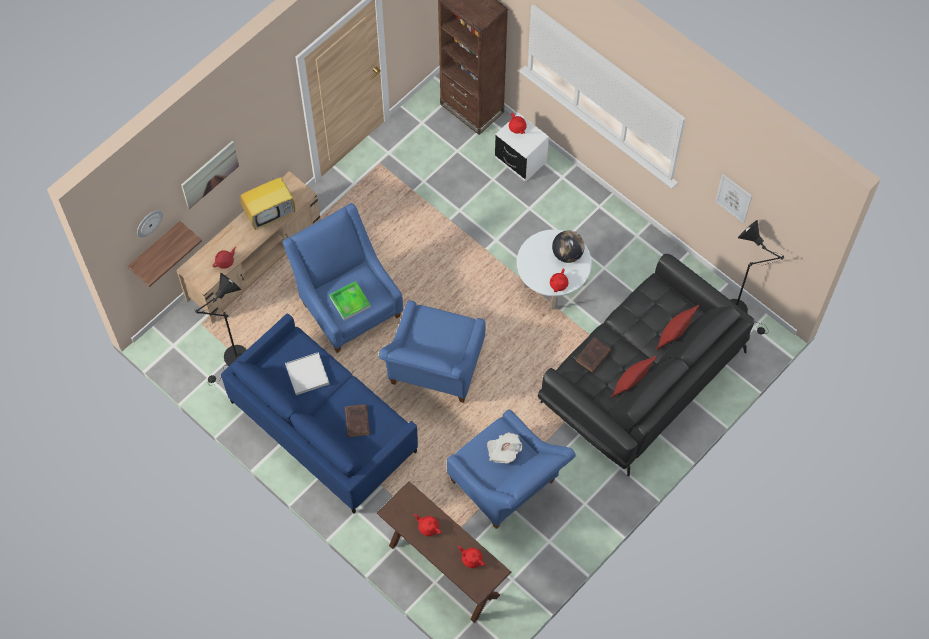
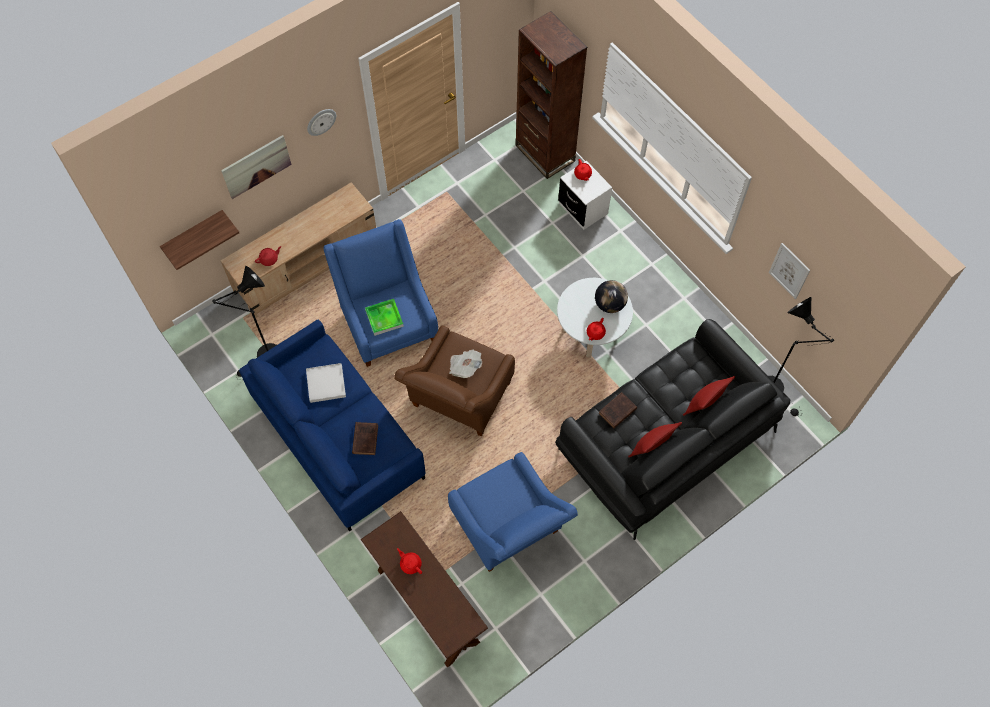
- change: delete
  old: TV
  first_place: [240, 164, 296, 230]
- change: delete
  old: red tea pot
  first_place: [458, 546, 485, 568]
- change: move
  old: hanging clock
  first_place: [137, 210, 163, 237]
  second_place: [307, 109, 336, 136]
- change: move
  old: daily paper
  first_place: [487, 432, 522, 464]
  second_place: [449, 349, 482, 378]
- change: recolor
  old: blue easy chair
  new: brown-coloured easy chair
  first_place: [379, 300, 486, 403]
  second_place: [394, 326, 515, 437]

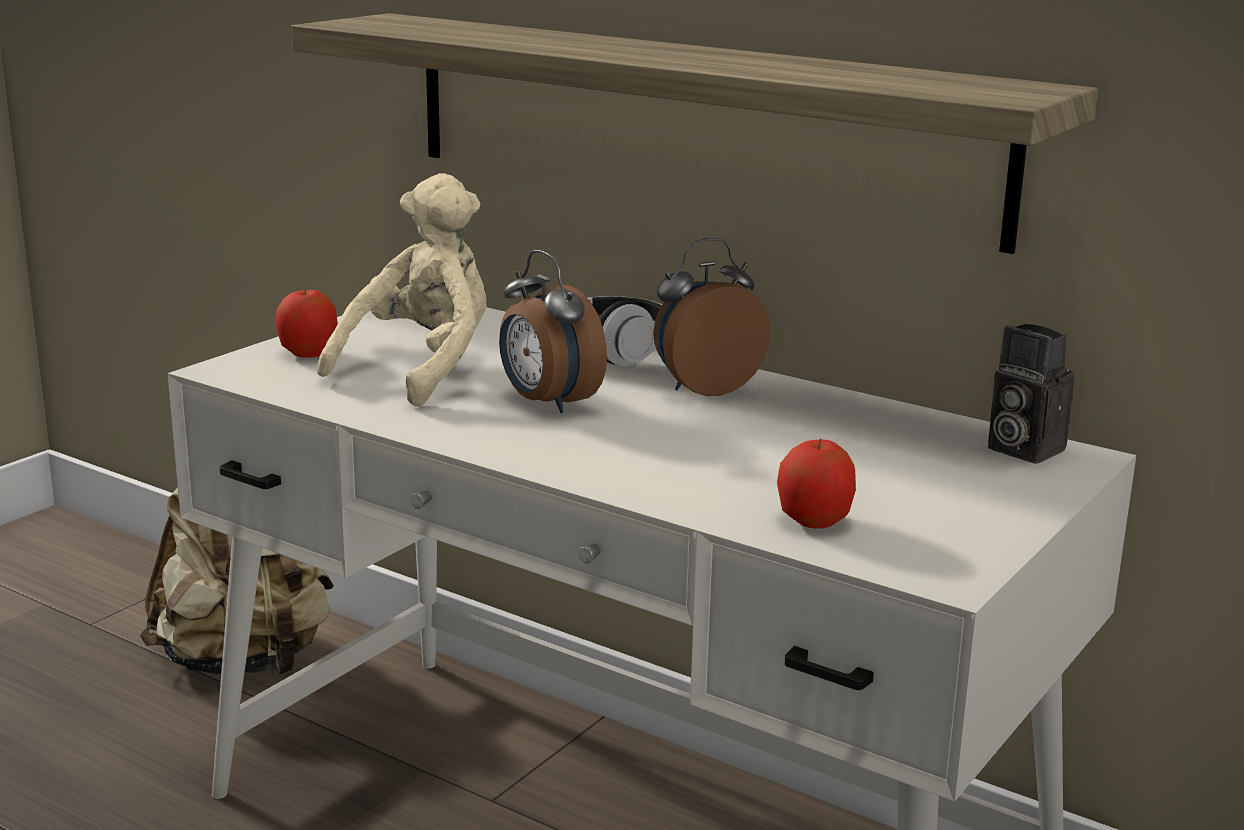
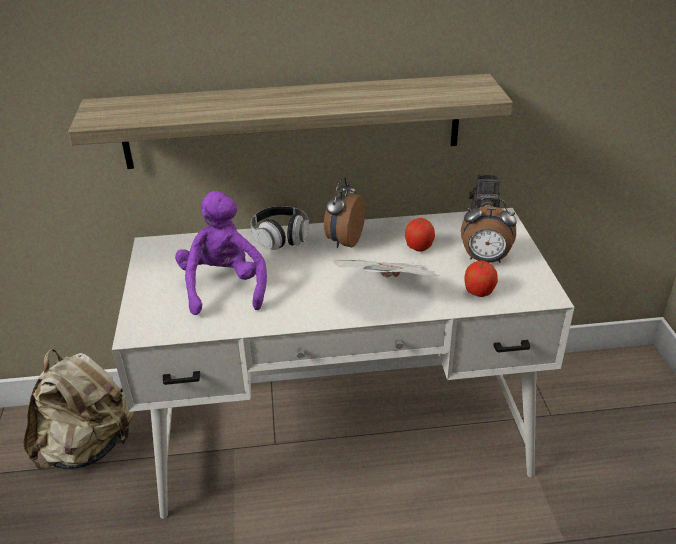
- change: insert
  new: daily paper
  second_place: [333, 260, 440, 278]
- change: move
  old: whole apple
  first_place: [276, 287, 338, 358]
  second_place: [405, 218, 435, 252]
- change: move
  old: table clock
  first_place: [499, 250, 607, 413]
  second_place: [461, 197, 517, 263]
- change: recolor
  old: beige-coloured cuddly toy
  new: purplish cuddly toy
  first_place: [317, 173, 487, 407]
  second_place: [175, 191, 267, 315]

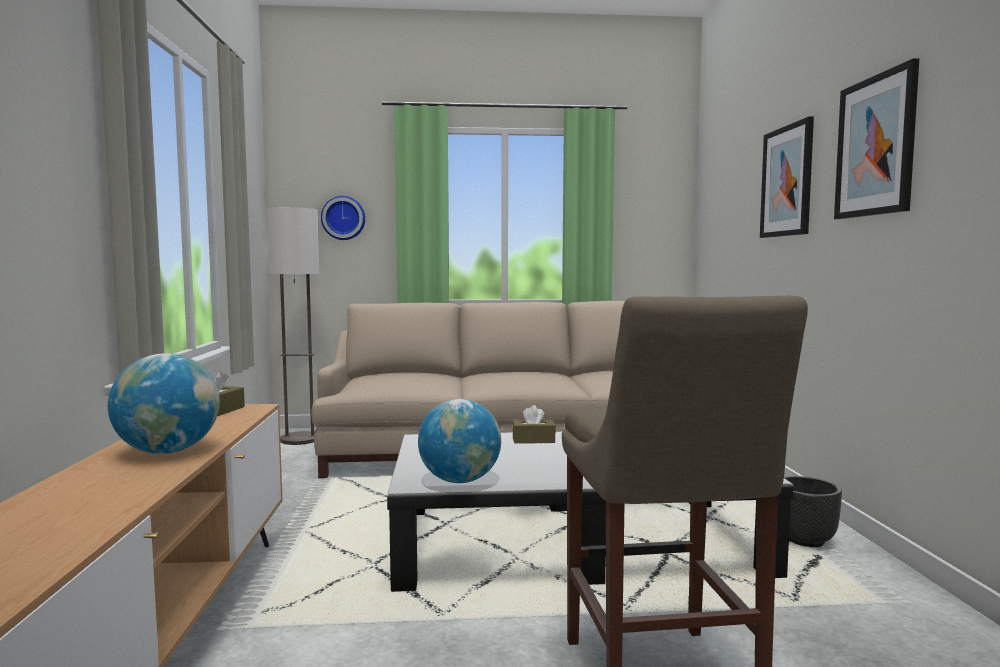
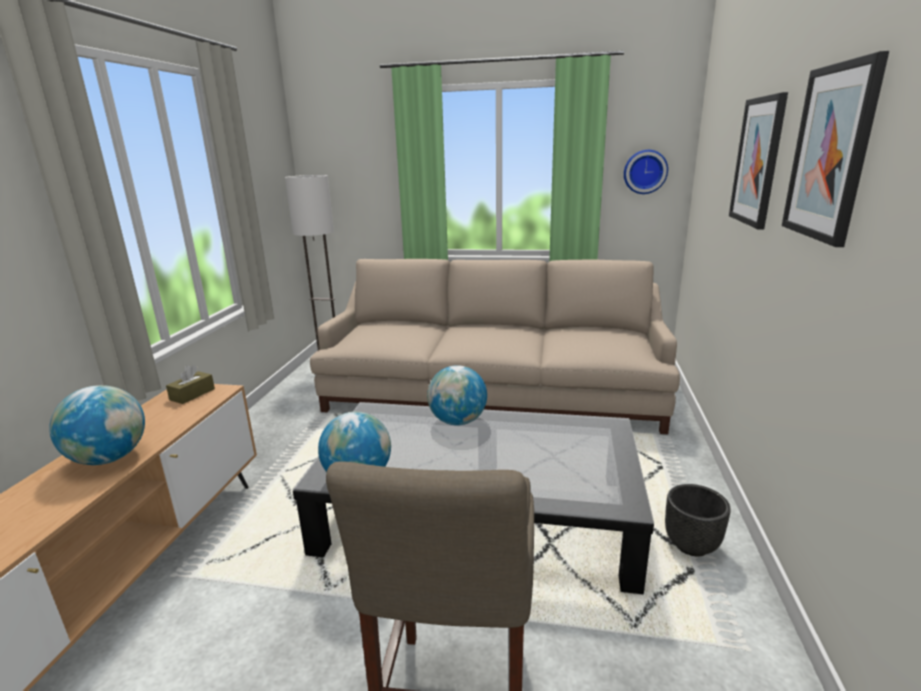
- change: move
  old: hanging clock
  first_place: [321, 196, 365, 240]
  second_place: [624, 150, 668, 194]
- change: replace
  old: brown-coloured box of tissues
  new: world globe
  first_place: [512, 405, 556, 443]
  second_place: [427, 365, 487, 426]

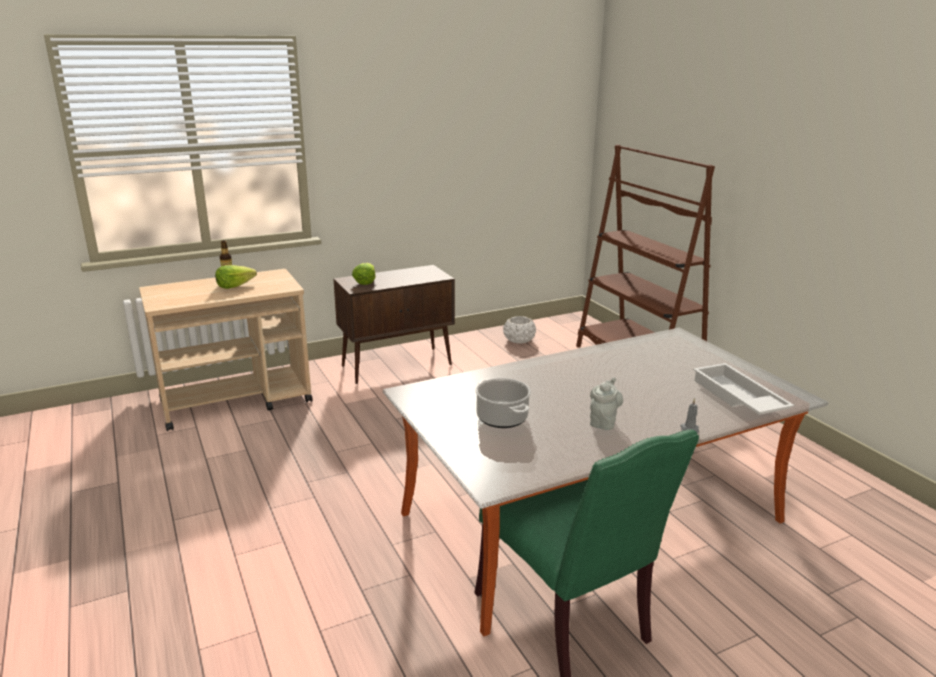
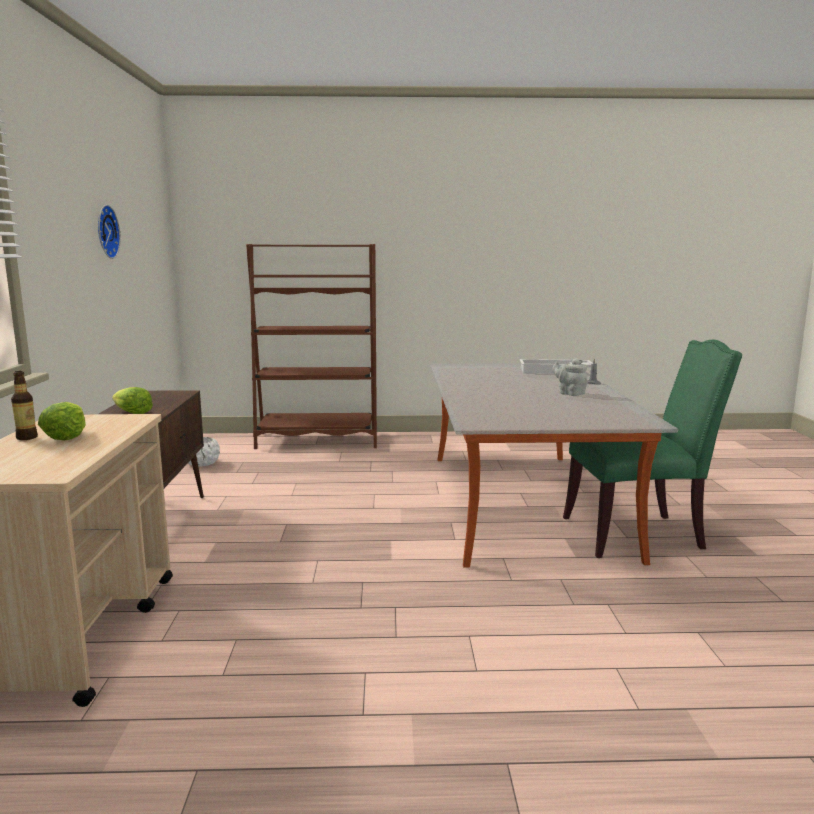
- change: delete
  old: stockpot
  first_place: [475, 378, 531, 428]
- change: insert
  new: hanging clock
  second_place: [98, 205, 121, 259]

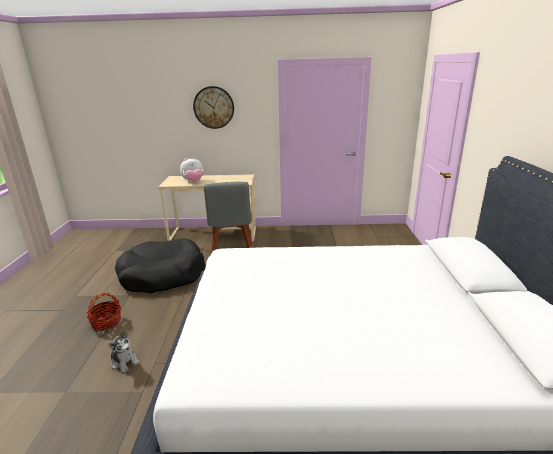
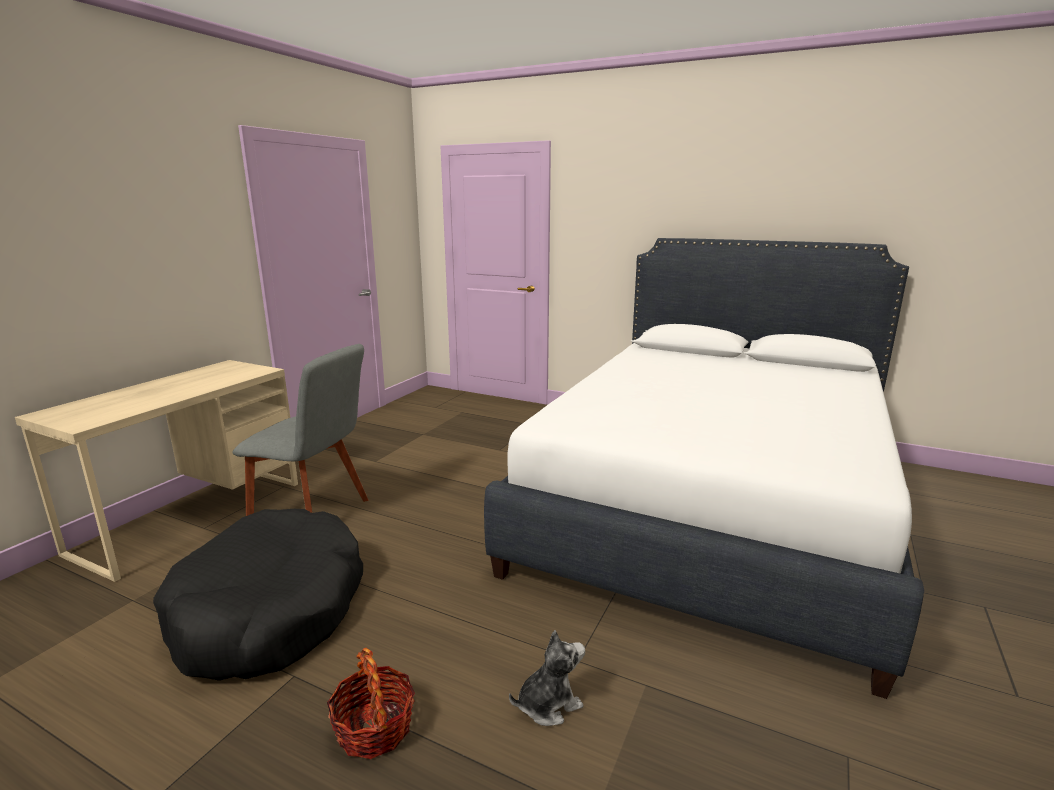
- change: delete
  old: cuddly toy
  first_place: [180, 157, 203, 182]
- change: delete
  old: hanging clock
  first_place: [193, 86, 234, 129]

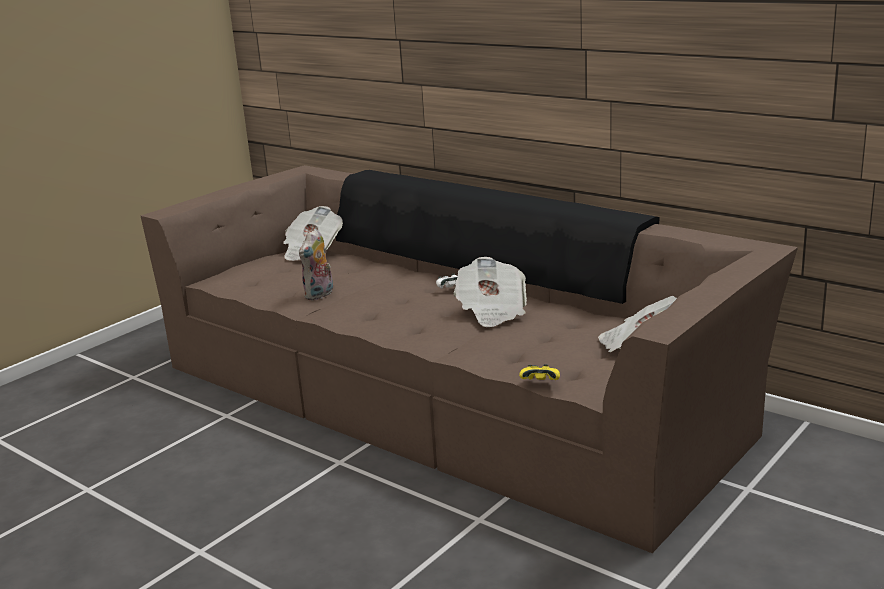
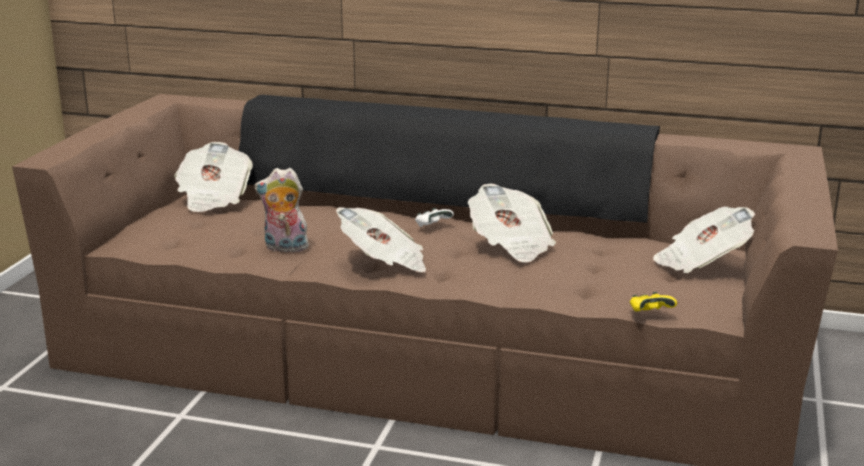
- change: insert
  new: daily paper
  second_place: [336, 207, 426, 272]
- change: rotate
  old: cuddly toy
  first_place: [299, 229, 333, 301]
  second_place: [254, 168, 311, 252]
  degrees: 90

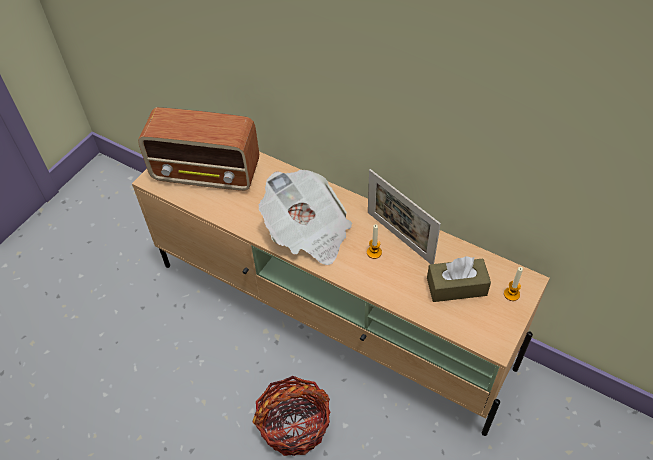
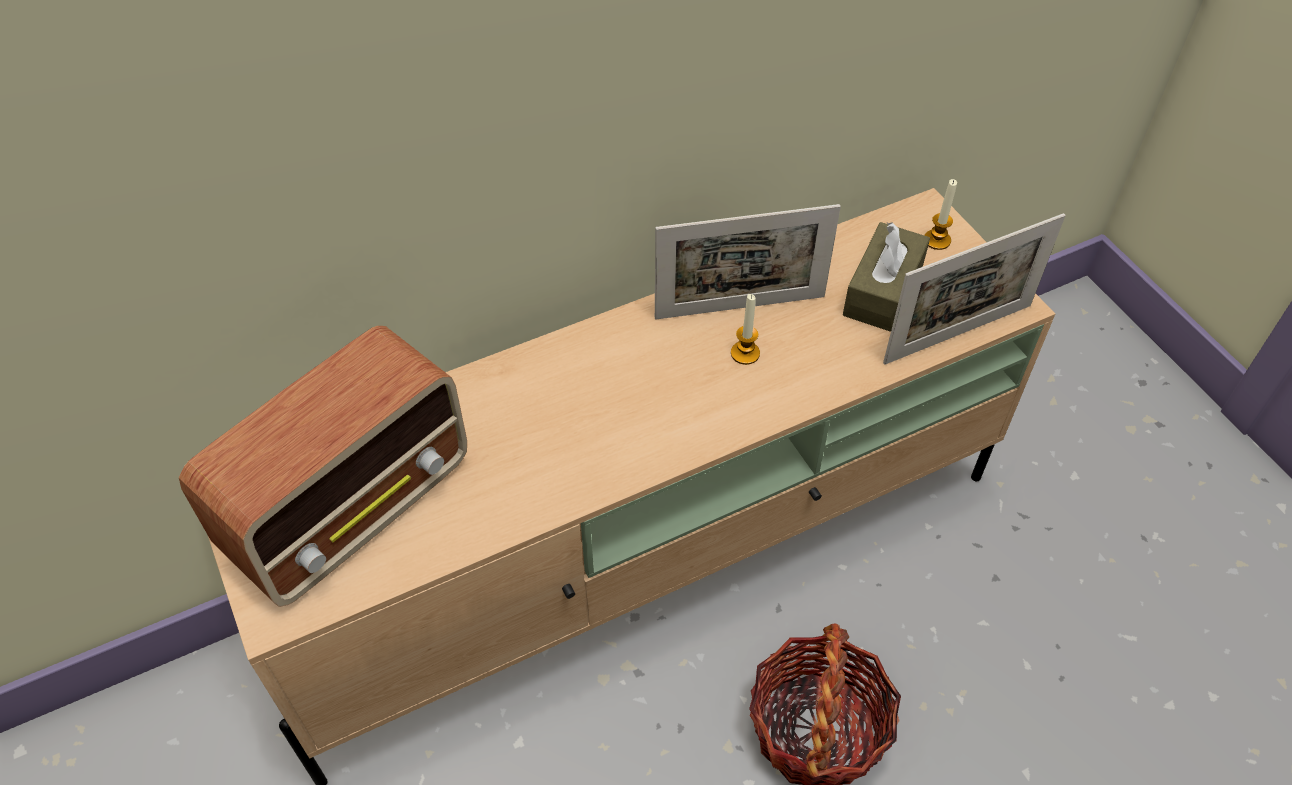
- change: delete
  old: daily paper
  first_place: [259, 170, 352, 265]
- change: insert
  new: standing frame
  second_place: [883, 213, 1066, 365]

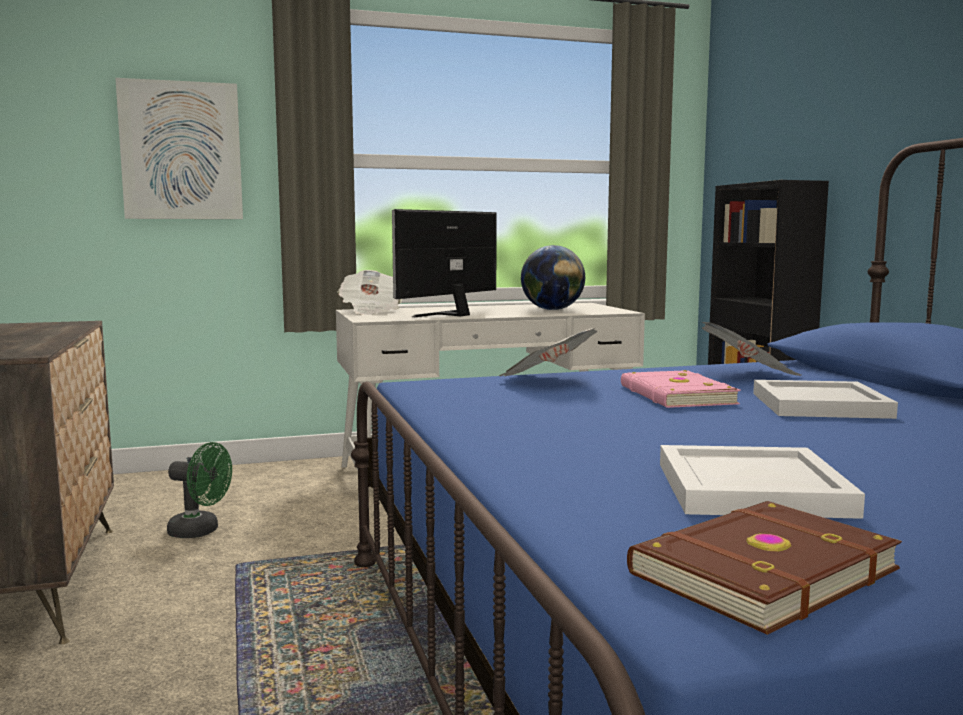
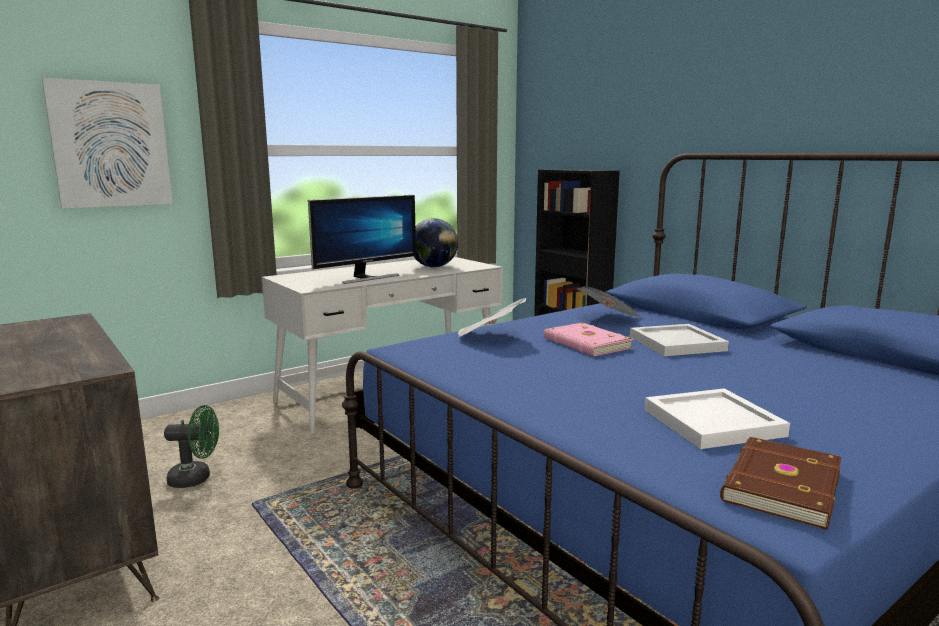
- change: delete
  old: daily paper
  first_place: [337, 270, 402, 315]
- change: rotate
  old: computer display
  first_place: [392, 209, 497, 317]
  second_place: [308, 195, 416, 284]
  degrees: -150

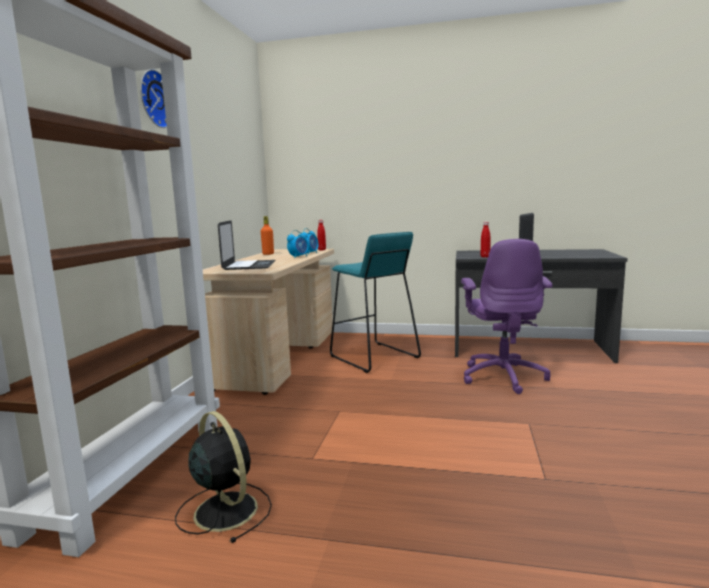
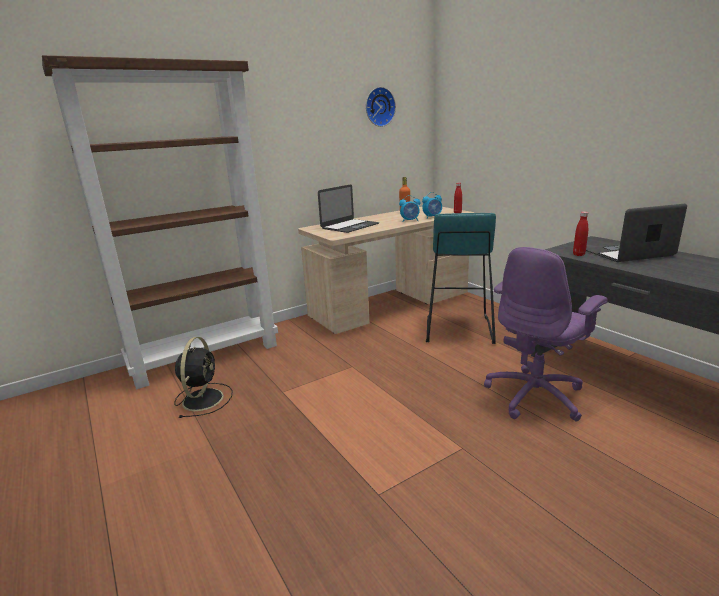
- change: move
  old: hanging clock
  first_place: [140, 69, 167, 128]
  second_place: [366, 87, 396, 127]

